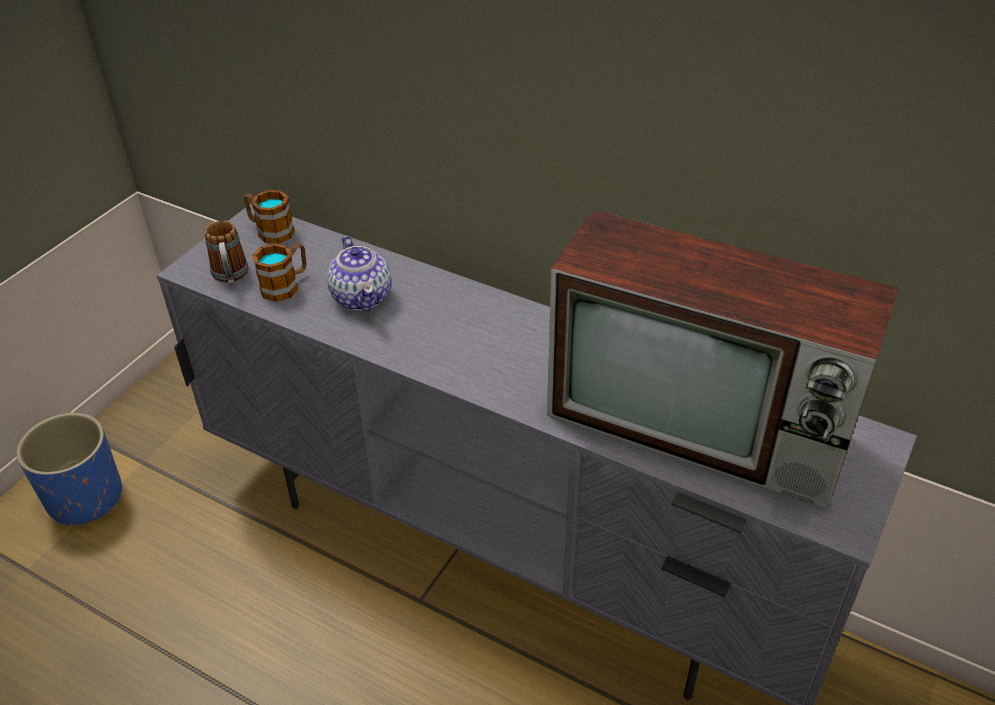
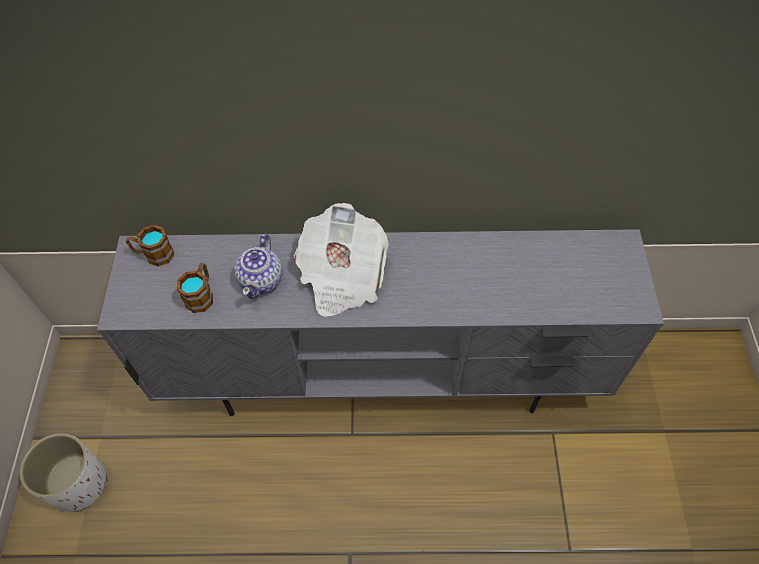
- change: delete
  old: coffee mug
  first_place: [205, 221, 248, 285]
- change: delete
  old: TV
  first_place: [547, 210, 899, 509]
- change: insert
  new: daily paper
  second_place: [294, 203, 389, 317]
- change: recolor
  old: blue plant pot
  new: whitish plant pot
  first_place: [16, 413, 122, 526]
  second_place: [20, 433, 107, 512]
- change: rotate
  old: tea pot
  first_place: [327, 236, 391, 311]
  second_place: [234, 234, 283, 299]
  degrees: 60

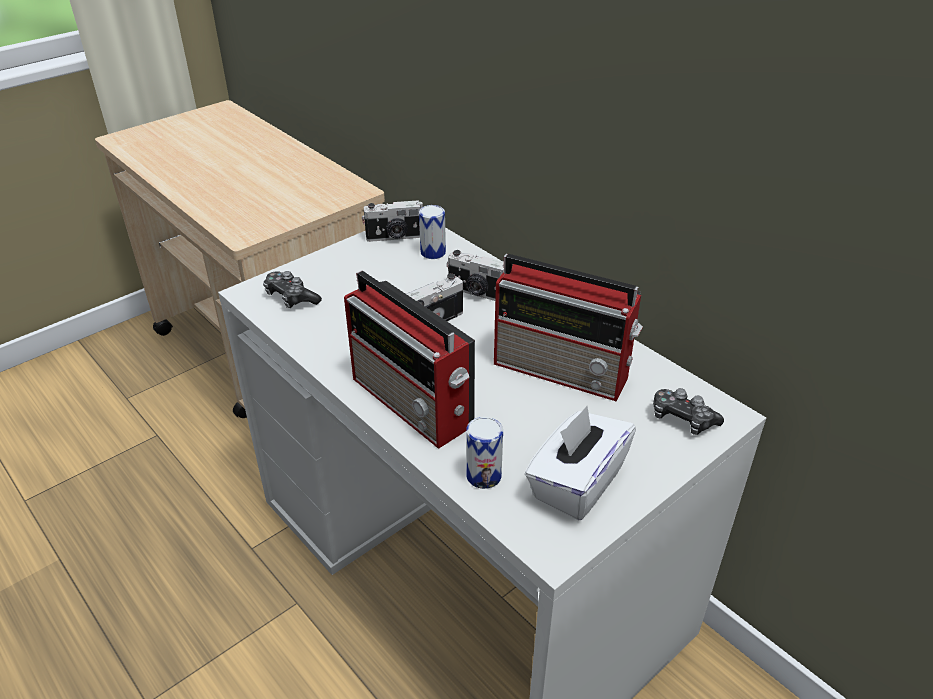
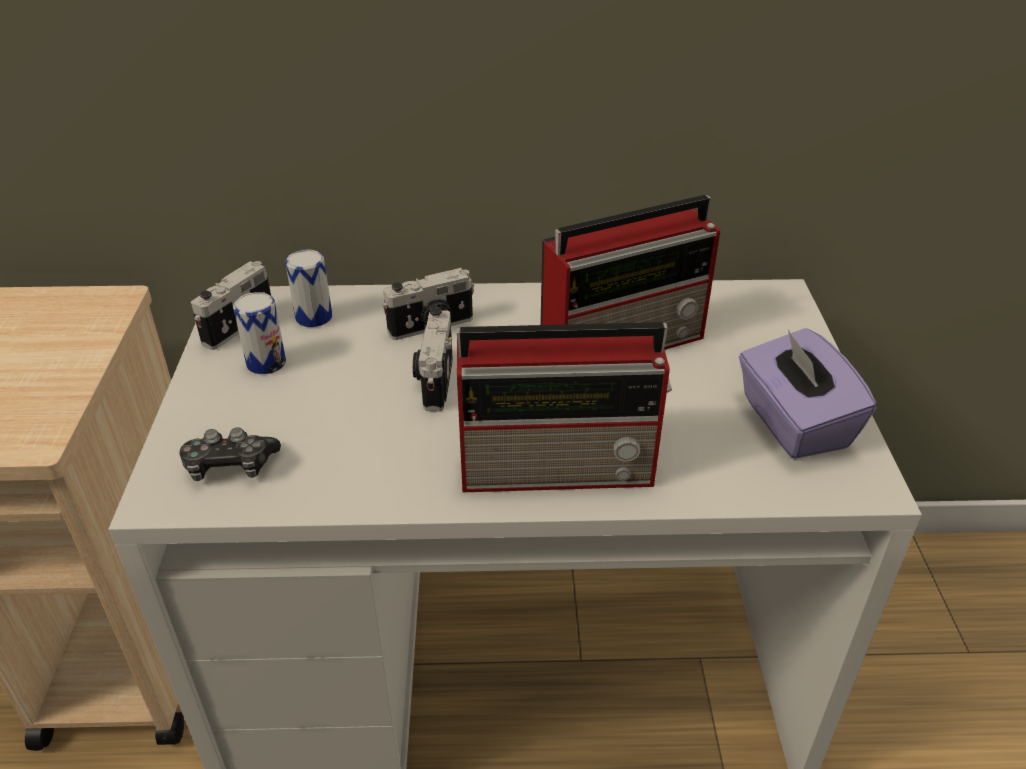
- change: delete
  old: game controller
  first_place: [653, 388, 724, 435]
- change: move
  old: sealed can
  first_place: [466, 417, 503, 489]
  second_place: [233, 292, 286, 375]
- change: recolor
  old: whitish box of tissues
  new: purplish box of tissues
  first_place: [525, 406, 636, 520]
  second_place: [739, 328, 877, 459]

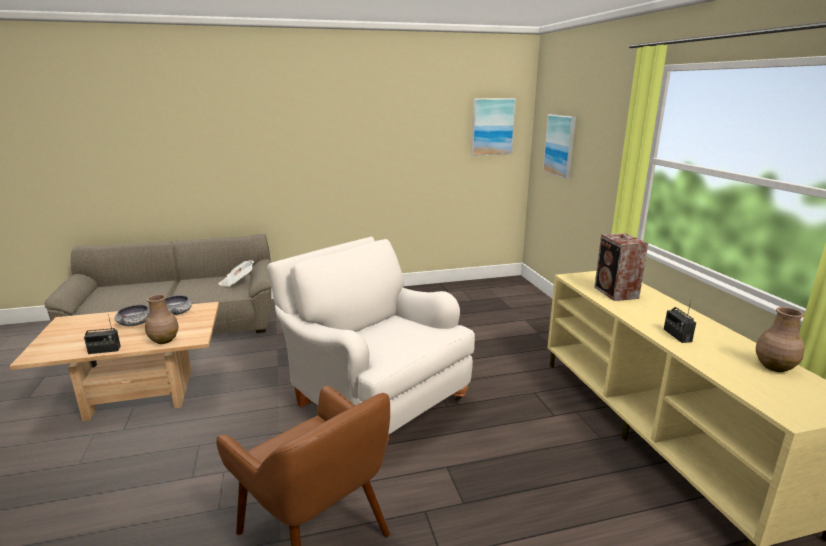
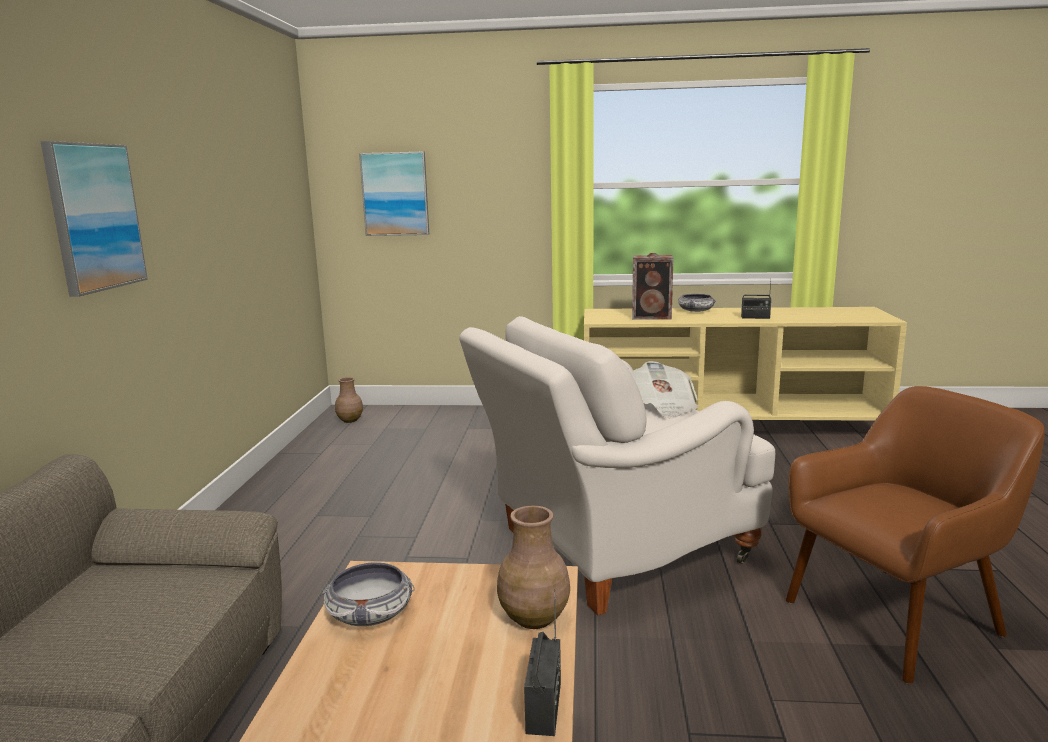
- change: move
  old: serving bowl
  first_place: [115, 305, 150, 326]
  second_place: [678, 294, 716, 312]
- change: move
  old: daily paper
  first_place: [218, 260, 254, 287]
  second_place: [632, 361, 699, 418]
- change: move
  old: picture
  first_place: [471, 98, 516, 156]
  second_place: [40, 141, 148, 297]
- change: move
  old: brown-coloured vase
  first_place: [756, 307, 804, 372]
  second_place: [335, 377, 363, 423]

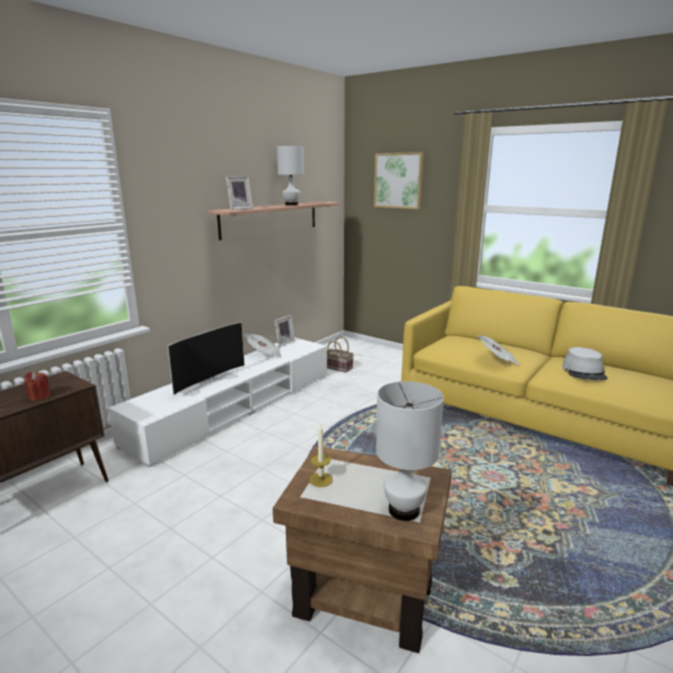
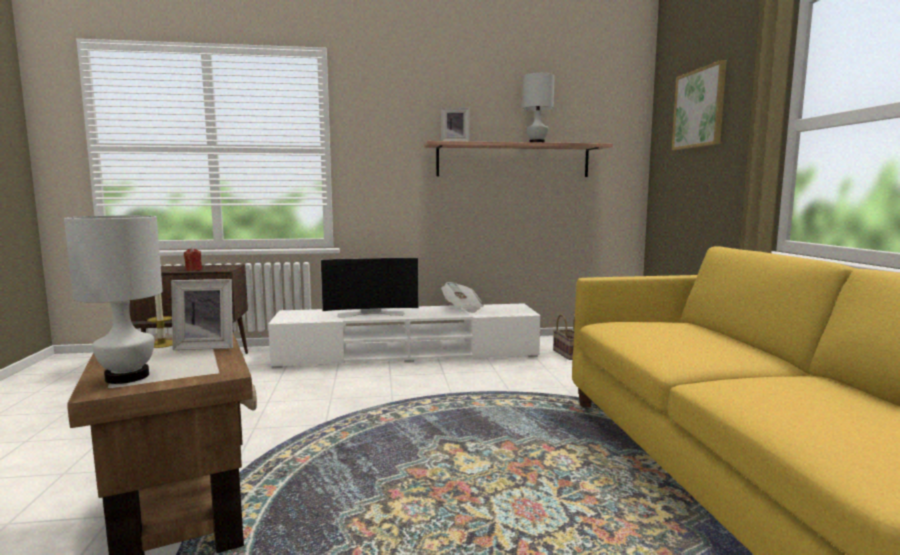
- change: delete
  old: daily paper
  first_place: [477, 335, 520, 365]
- change: delete
  old: gray wearable hat
  first_place: [562, 347, 608, 380]
- change: move
  old: standing frame
  first_place: [274, 315, 295, 348]
  second_place: [171, 279, 233, 350]

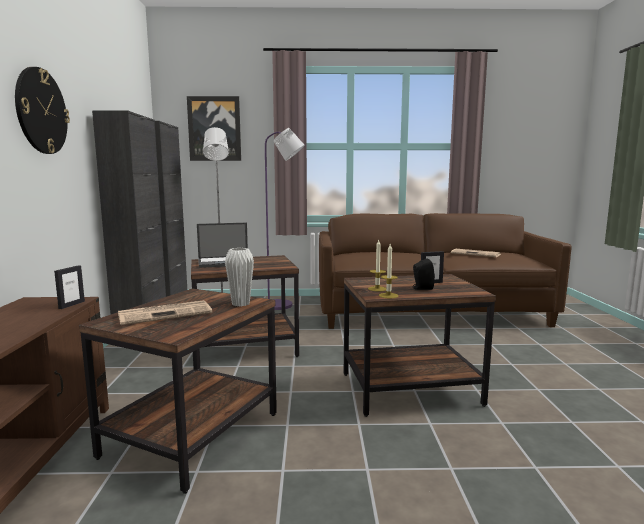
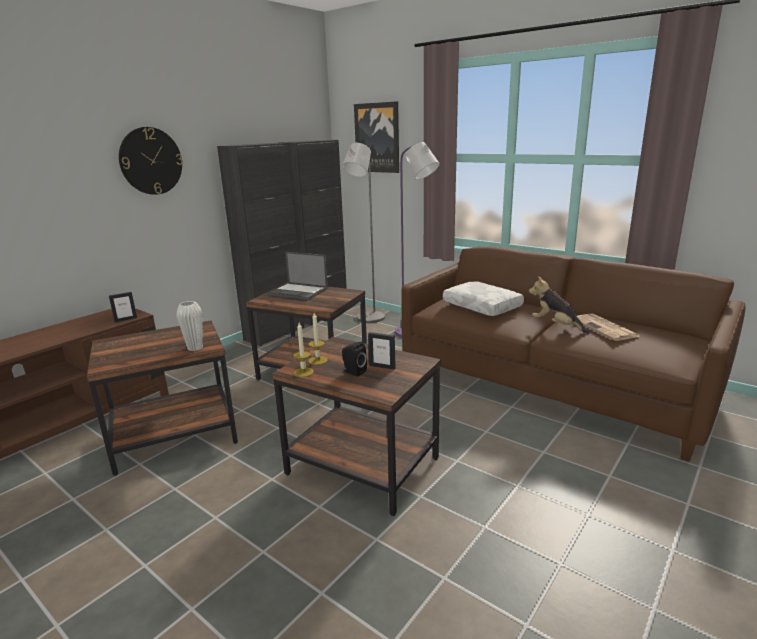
- change: delete
  old: daily paper
  first_place: [118, 300, 212, 325]
- change: insert
  new: whitish pillow
  second_place: [443, 281, 524, 316]
- change: insert
  new: cuddly toy
  second_place: [529, 276, 590, 334]

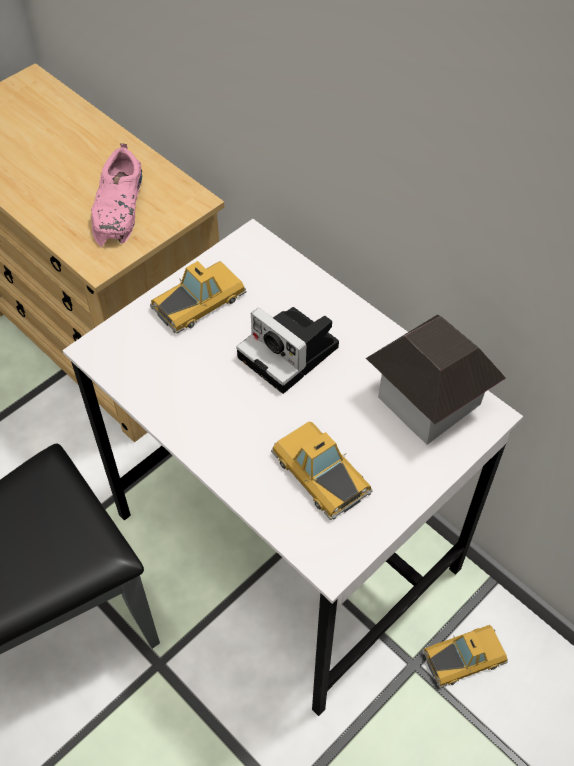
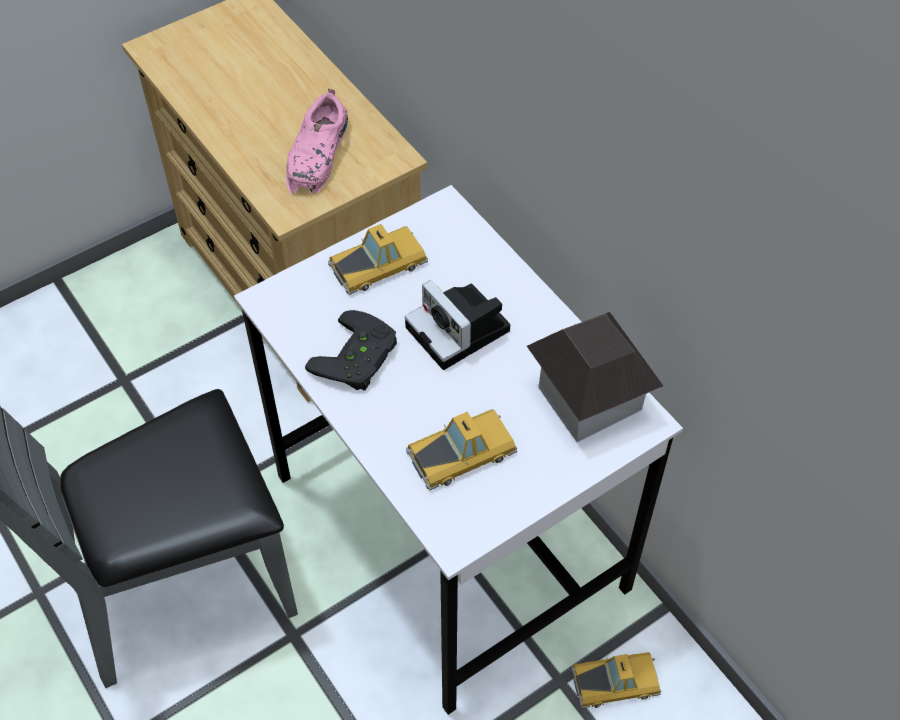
- change: insert
  new: black game controller
  second_place: [305, 310, 397, 390]
- change: rotate
  old: toy car
  first_place: [271, 422, 373, 520]
  second_place: [406, 409, 517, 490]
  degrees: 90

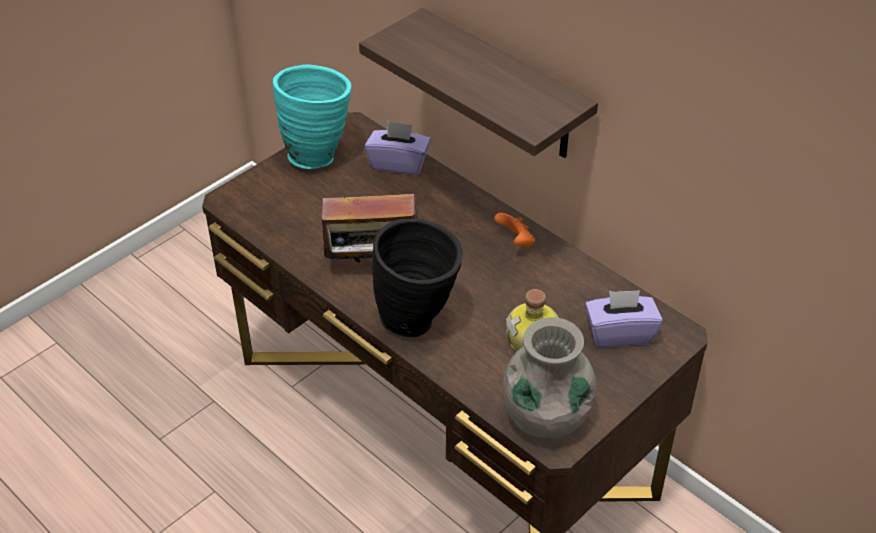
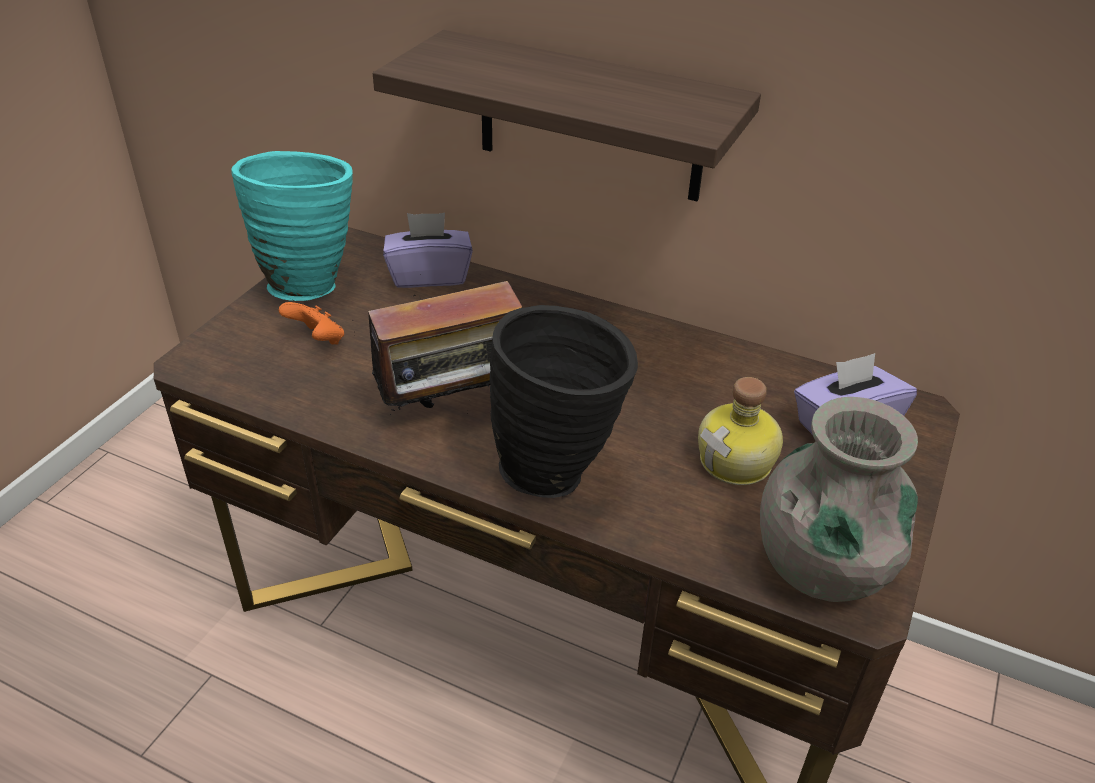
- change: move
  old: orangey game controller
  first_place: [494, 213, 535, 248]
  second_place: [279, 302, 344, 345]

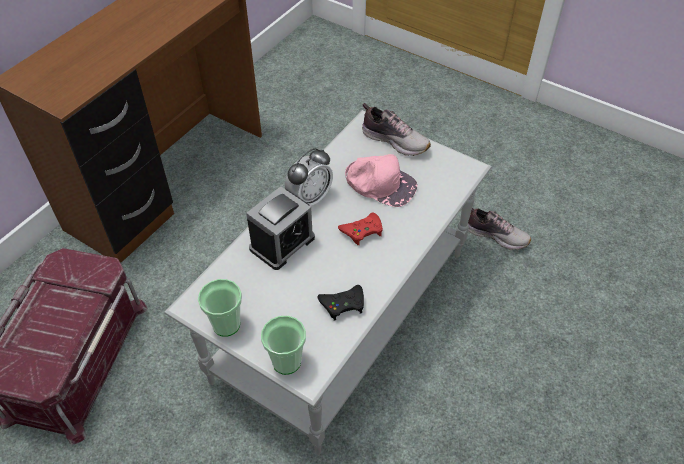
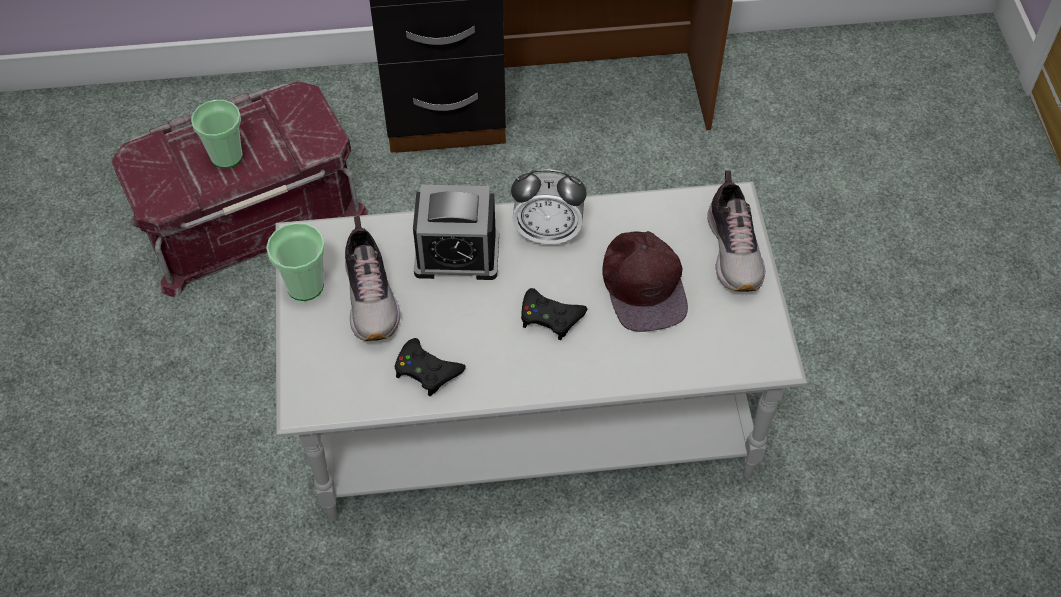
- change: move
  old: small cup
  first_place: [261, 316, 306, 375]
  second_place: [191, 100, 243, 168]
- change: move
  old: low shoe
  first_place: [468, 208, 531, 250]
  second_place: [345, 216, 400, 341]
- change: recolor
  old: red game controller
  new: black game controller
  first_place: [338, 213, 383, 245]
  second_place: [521, 288, 587, 340]
- change: recolor
  old: pink baseball cap
  new: brown-coloured baseball cap
  first_place: [345, 154, 417, 207]
  second_place: [602, 231, 688, 332]

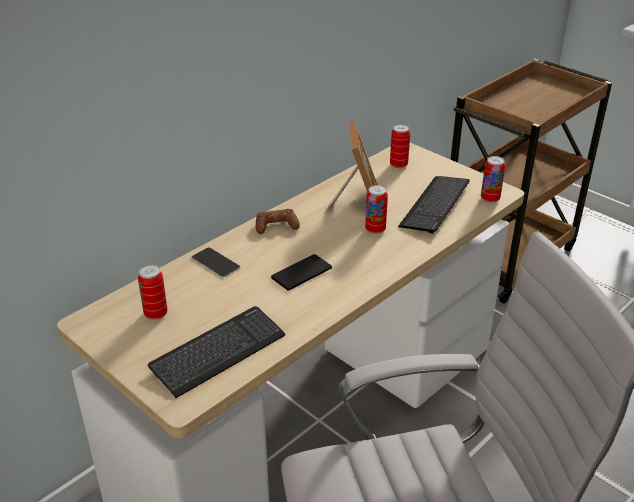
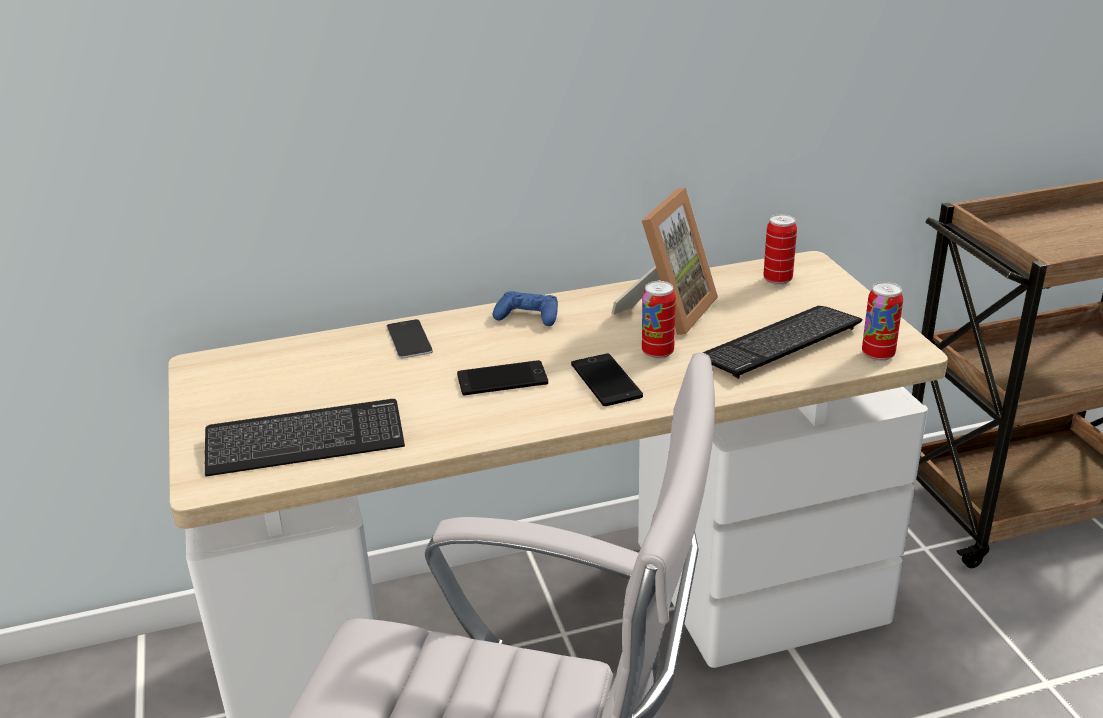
- change: delete
  old: sealed can
  first_place: [138, 265, 168, 320]
- change: insert
  new: telephone
  second_place: [571, 353, 643, 406]
- change: recolor
  old: brown-coloured game controller
  new: blue game controller
  first_place: [256, 209, 300, 234]
  second_place: [492, 291, 558, 326]

